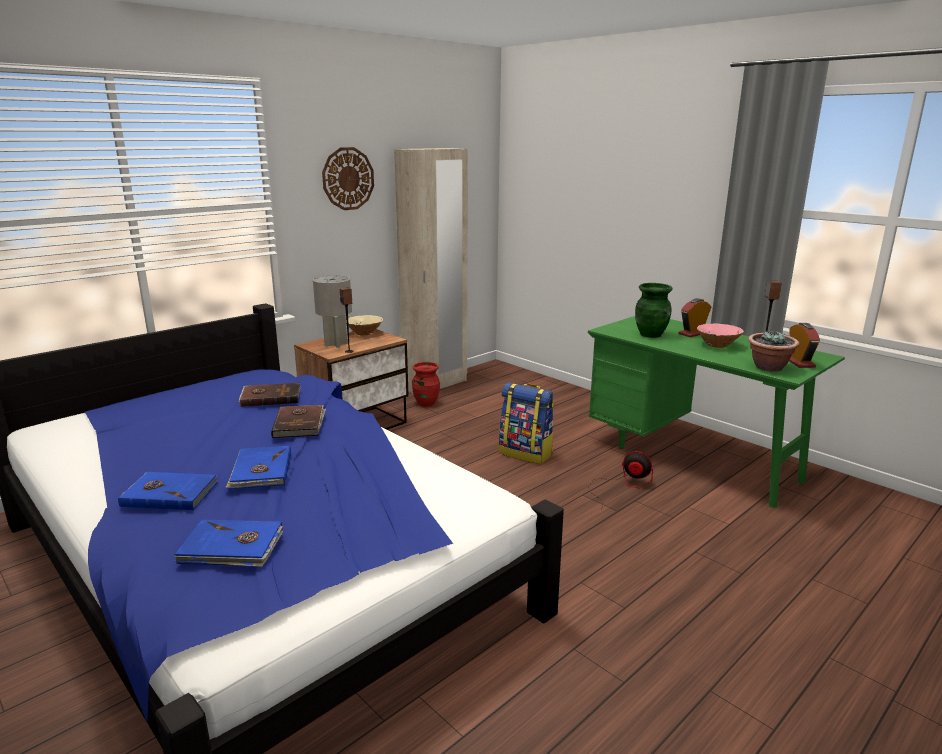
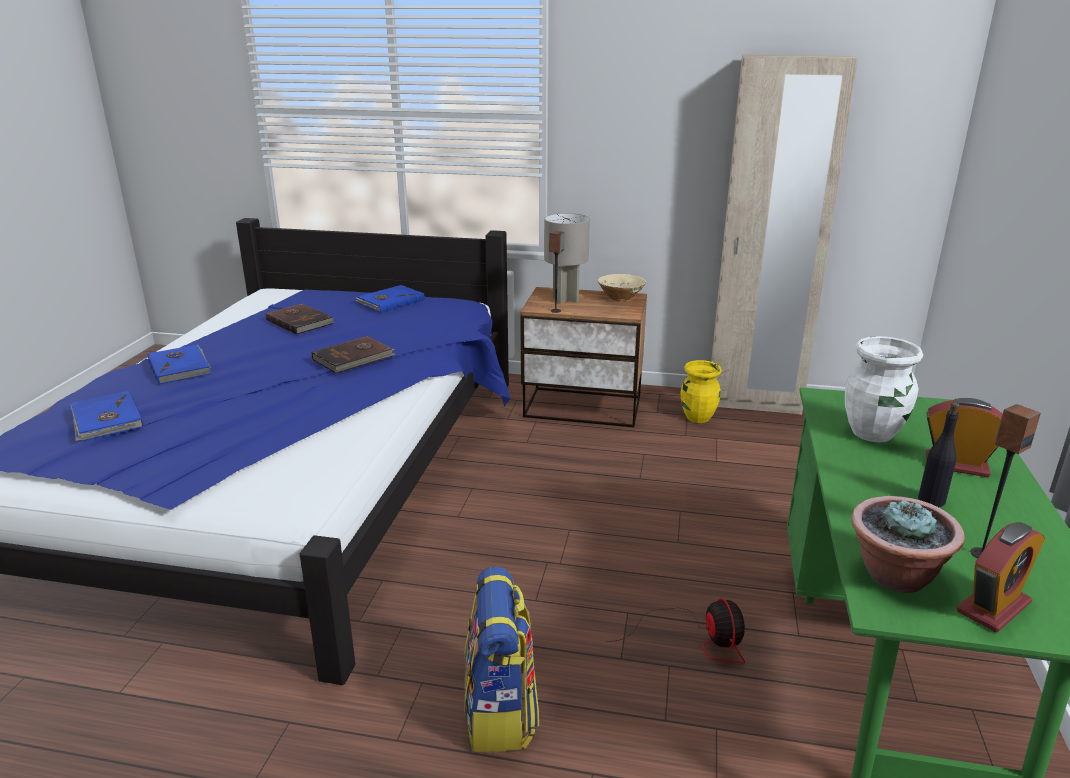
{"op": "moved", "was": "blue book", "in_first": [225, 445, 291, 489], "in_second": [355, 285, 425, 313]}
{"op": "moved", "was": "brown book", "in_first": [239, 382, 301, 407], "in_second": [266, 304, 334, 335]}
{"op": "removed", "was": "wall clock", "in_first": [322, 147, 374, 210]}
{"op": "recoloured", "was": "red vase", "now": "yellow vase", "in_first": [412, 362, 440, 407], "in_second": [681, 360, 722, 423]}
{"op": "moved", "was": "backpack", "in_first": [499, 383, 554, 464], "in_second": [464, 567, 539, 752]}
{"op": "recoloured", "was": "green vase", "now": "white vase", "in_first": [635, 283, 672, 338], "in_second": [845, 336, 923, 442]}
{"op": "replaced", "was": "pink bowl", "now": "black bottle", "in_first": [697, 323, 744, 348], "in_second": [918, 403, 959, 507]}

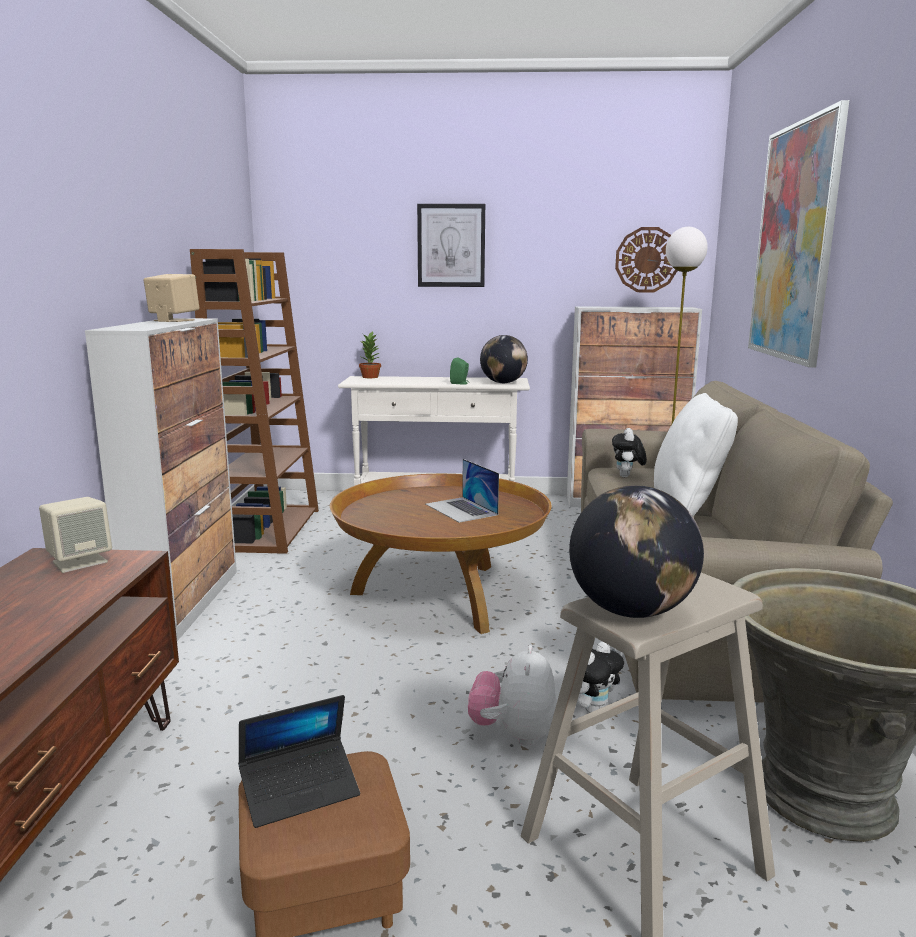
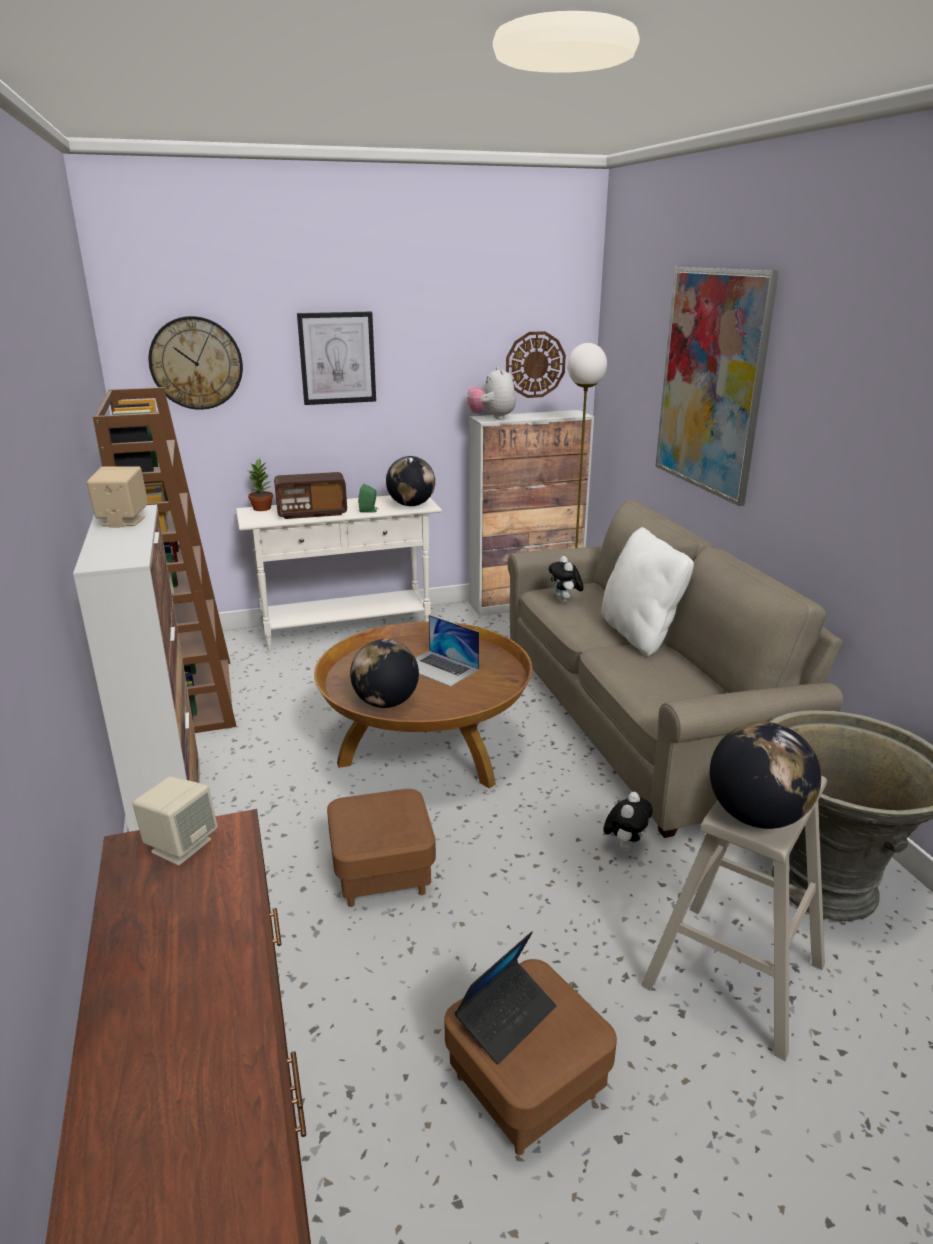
{"op": "moved", "was": "plush toy", "in_first": [468, 645, 557, 746], "in_second": [467, 367, 516, 420]}
{"op": "added", "now": "wall clock", "in_second": [149, 316, 243, 410]}
{"op": "added", "now": "radio", "in_second": [274, 472, 347, 519]}
{"op": "added", "now": "brown ottoman", "in_second": [327, 789, 436, 907]}
{"op": "added", "now": "globe", "in_second": [350, 639, 419, 708]}

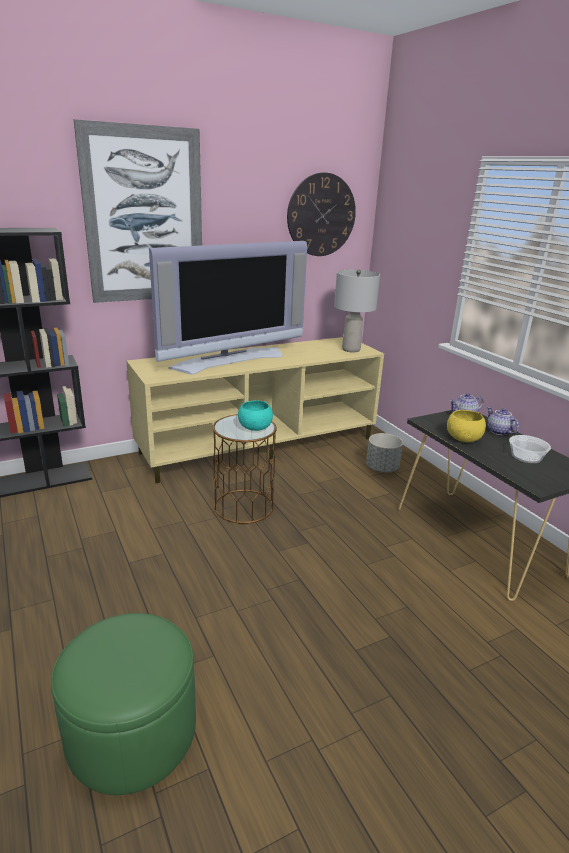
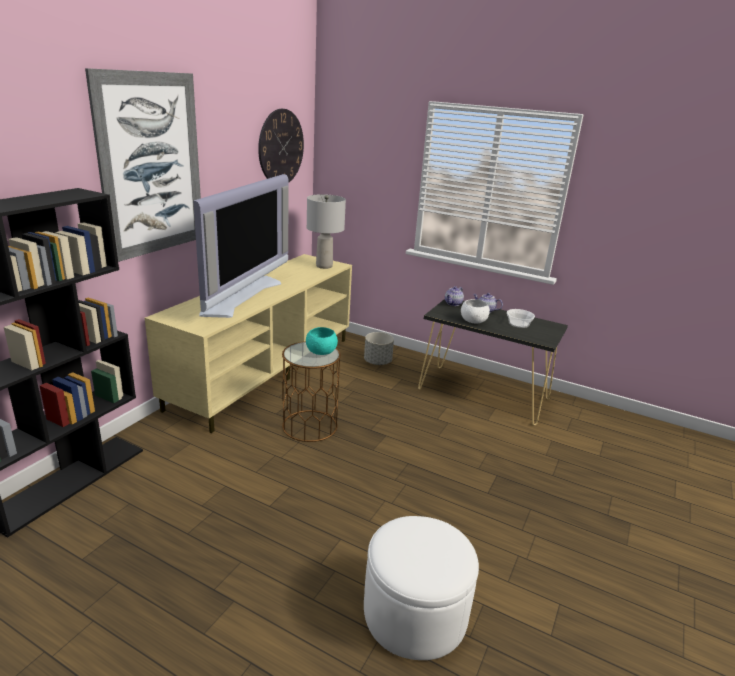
{"op": "recoloured", "was": "green ottoman", "now": "white ottoman", "in_first": [51, 613, 196, 795], "in_second": [364, 516, 479, 660]}
{"op": "recoloured", "was": "yellow bowl", "now": "white bowl", "in_first": [447, 410, 486, 442], "in_second": [461, 299, 490, 323]}

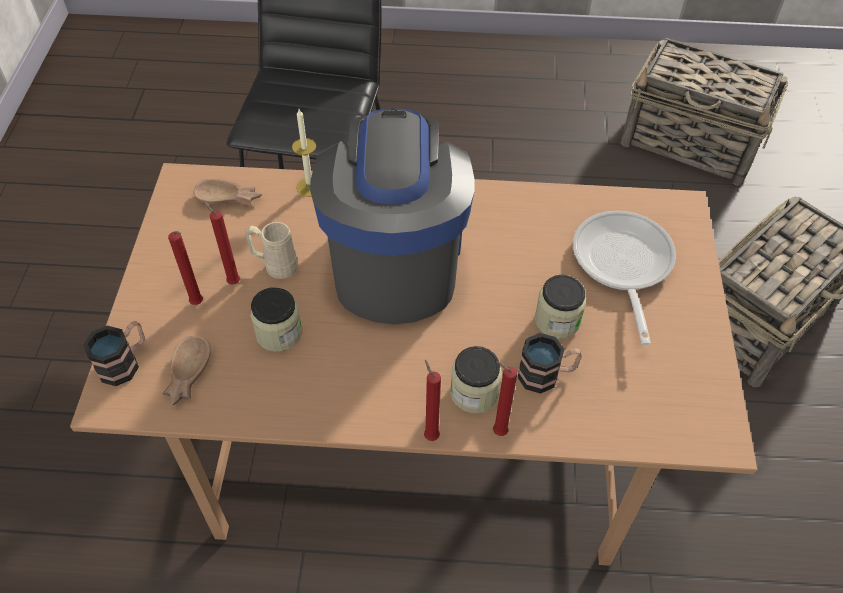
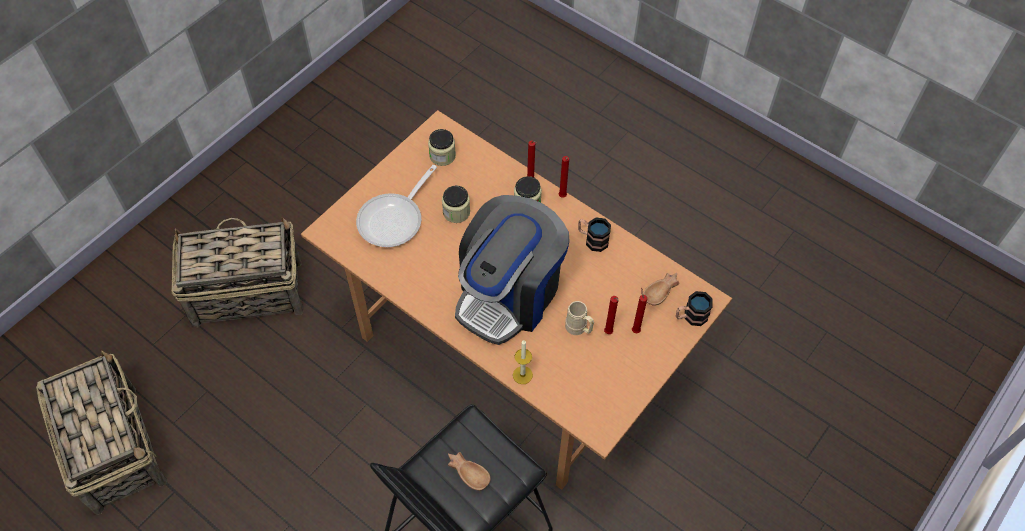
{"op": "moved", "was": "brown bowl", "in_first": [193, 179, 262, 205], "in_second": [448, 452, 491, 491]}
{"op": "moved", "was": "jar", "in_first": [250, 287, 302, 352], "in_second": [428, 129, 456, 166]}
{"op": "moved", "was": "mug", "in_first": [517, 333, 582, 393], "in_second": [578, 218, 611, 252]}

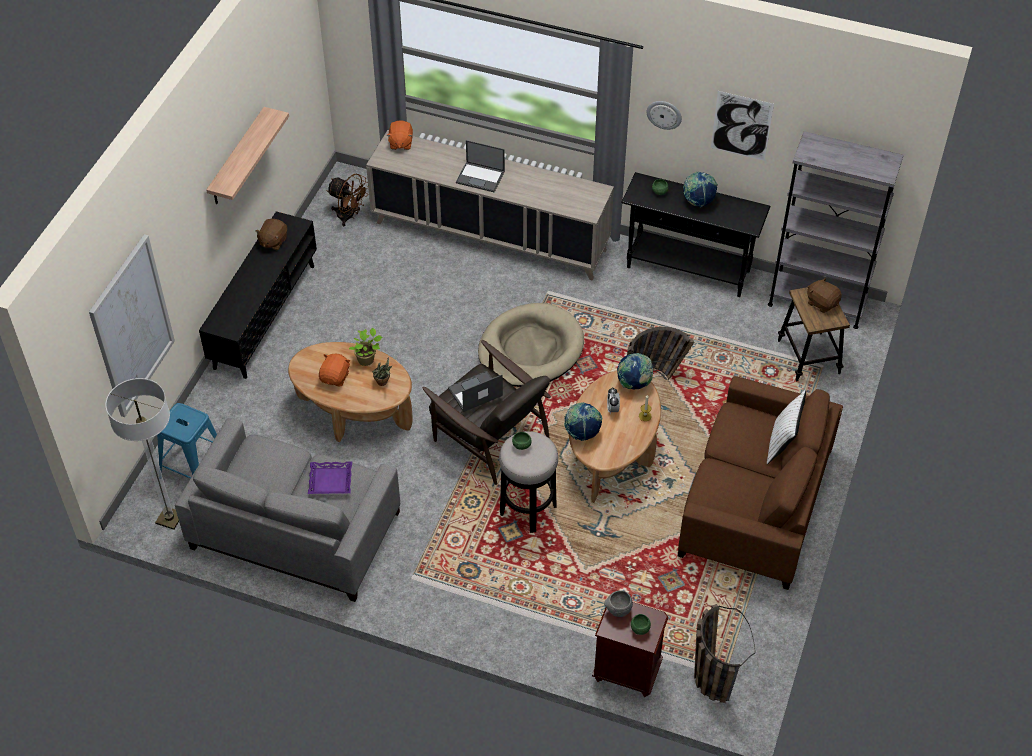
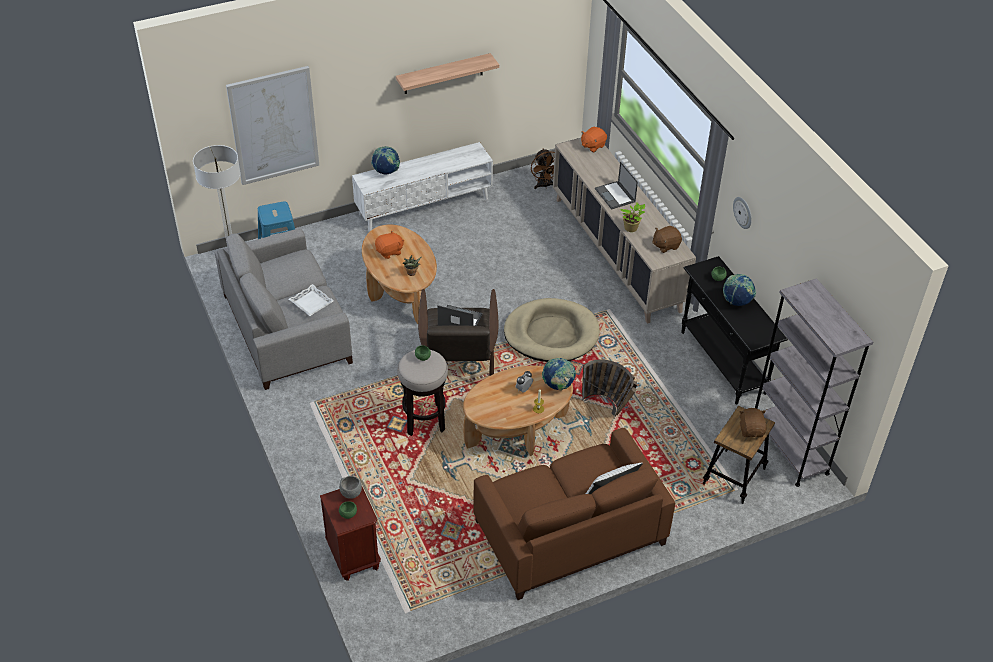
{"op": "recoloured", "was": "black tv stand", "now": "white tv stand", "in_first": [199, 211, 317, 379], "in_second": [352, 142, 493, 232]}
{"op": "moved", "was": "brown plush toy", "in_first": [255, 219, 287, 250], "in_second": [652, 226, 682, 253]}
{"op": "recoloured", "was": "purple tray", "now": "white tray", "in_first": [308, 462, 352, 494], "in_second": [289, 284, 334, 316]}
{"op": "moved", "was": "potted plant", "in_first": [349, 328, 382, 366], "in_second": [620, 202, 645, 232]}
{"op": "moved", "was": "globe", "in_first": [564, 402, 602, 441], "in_second": [371, 146, 400, 175]}
{"op": "removed", "was": "basket", "in_first": [694, 604, 755, 703]}
{"op": "removed", "was": "picture", "in_first": [711, 91, 774, 161]}

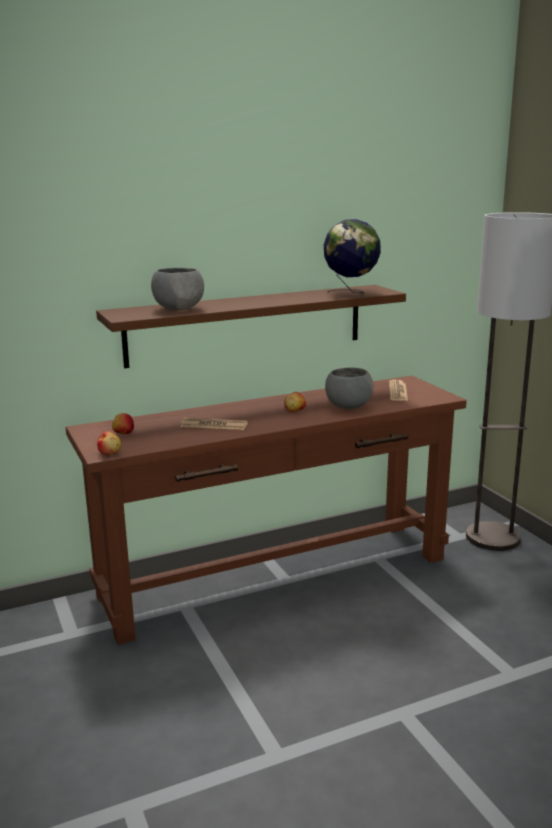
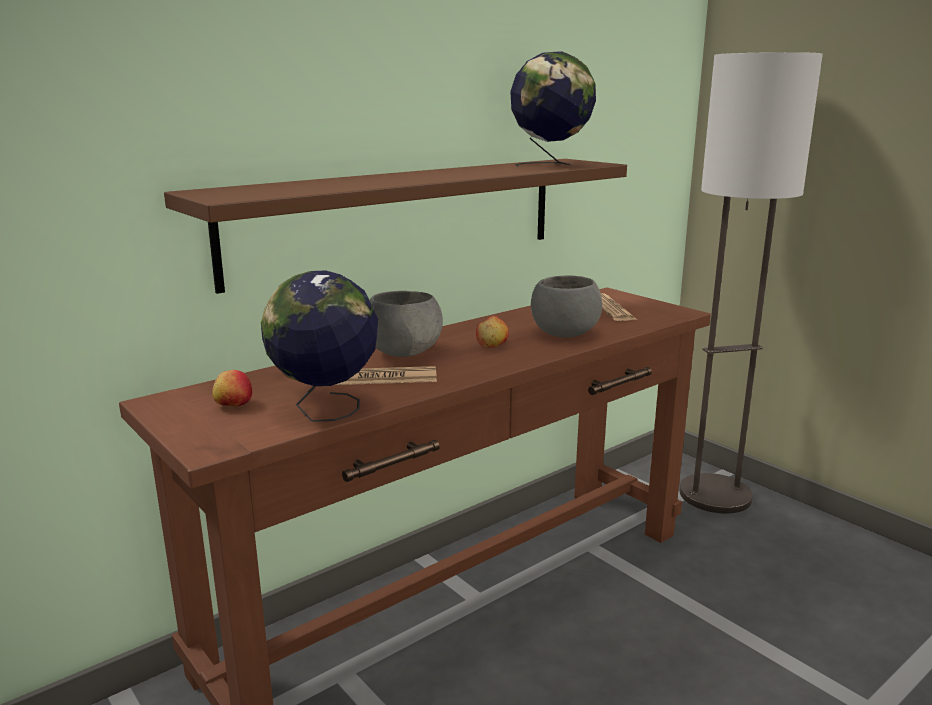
{"op": "removed", "was": "apple", "in_first": [97, 431, 121, 455]}
{"op": "moved", "was": "grey bowl", "in_first": [151, 268, 204, 310], "in_second": [370, 291, 443, 357]}
{"op": "added", "now": "globe", "in_second": [261, 270, 378, 422]}

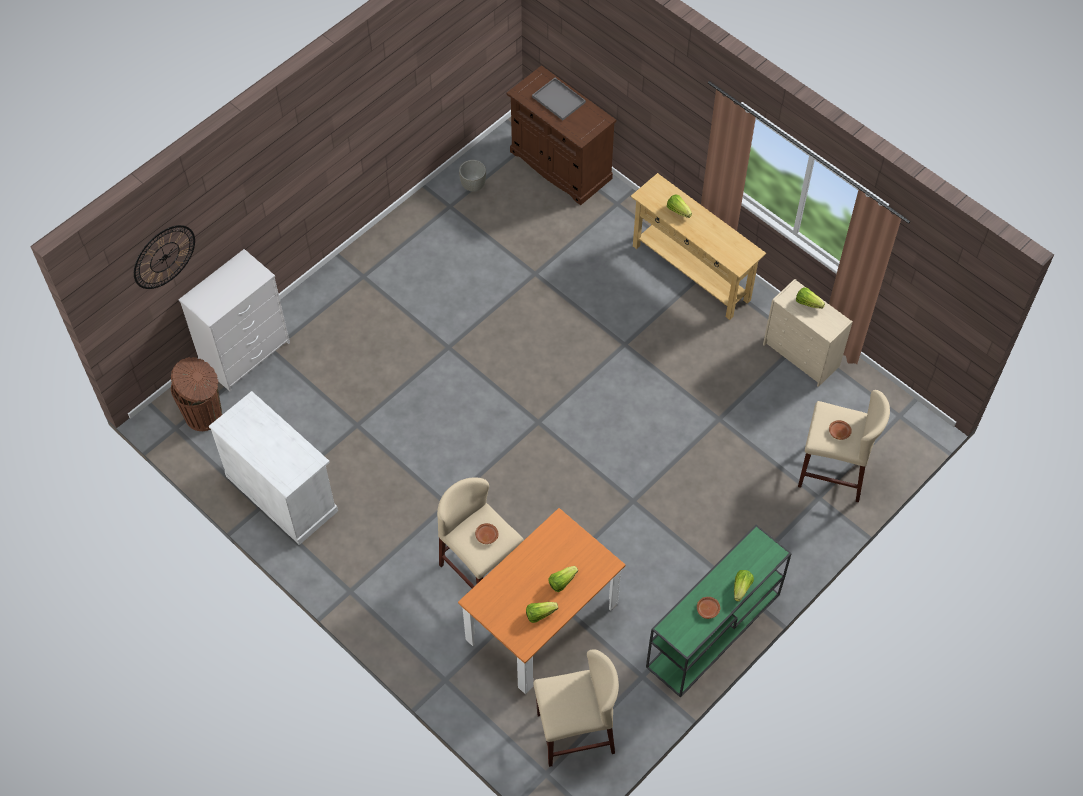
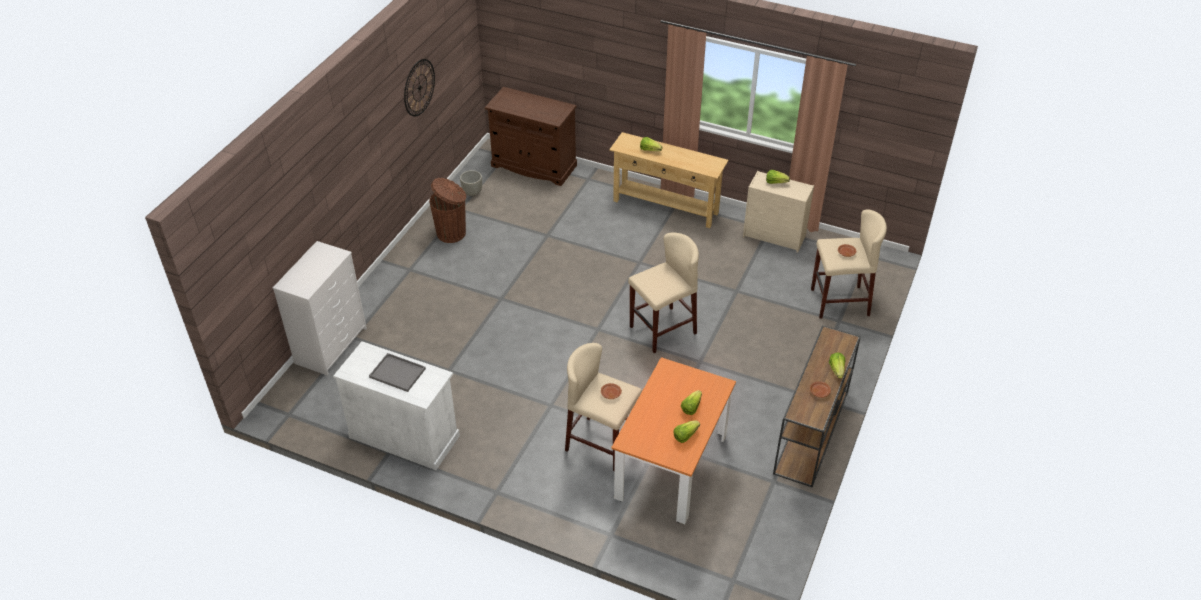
{"op": "moved", "was": "wall clock", "in_first": [134, 225, 195, 289], "in_second": [404, 59, 435, 117]}
{"op": "moved", "was": "brown trash can", "in_first": [171, 357, 222, 431], "in_second": [429, 178, 467, 243]}
{"op": "moved", "was": "grey tray", "in_first": [532, 78, 586, 120], "in_second": [369, 353, 426, 392]}
{"op": "moved", "was": "beige stool", "in_first": [533, 649, 619, 767], "in_second": [628, 232, 699, 353]}
{"op": "recoloured", "was": "green console table", "now": "brown console table", "in_first": [646, 525, 792, 698], "in_second": [773, 325, 861, 488]}

